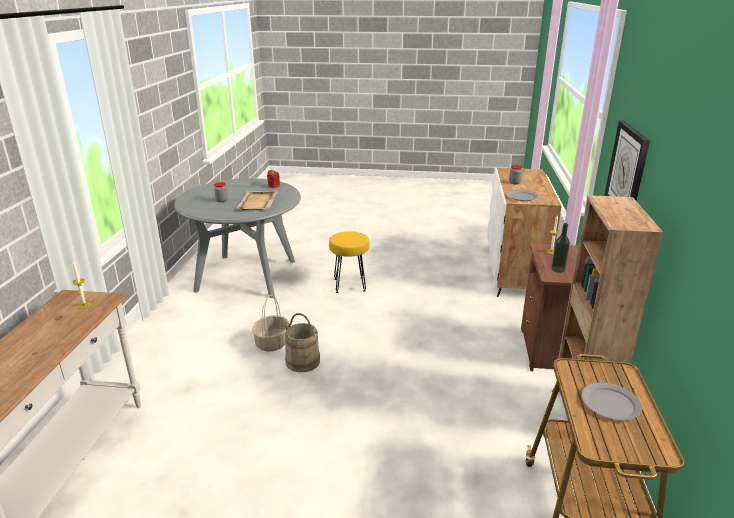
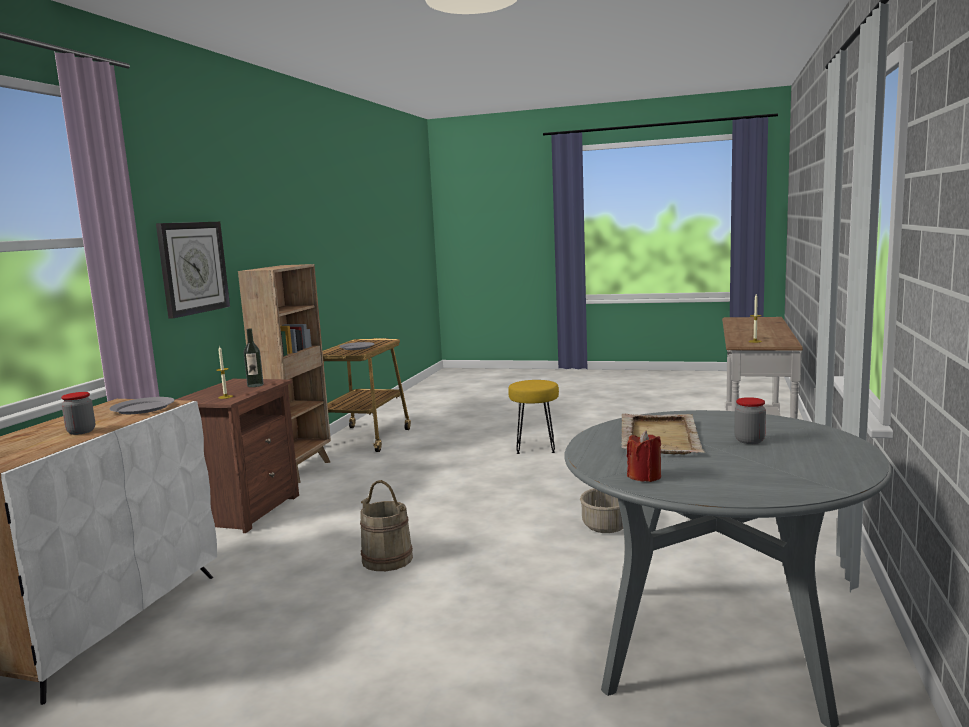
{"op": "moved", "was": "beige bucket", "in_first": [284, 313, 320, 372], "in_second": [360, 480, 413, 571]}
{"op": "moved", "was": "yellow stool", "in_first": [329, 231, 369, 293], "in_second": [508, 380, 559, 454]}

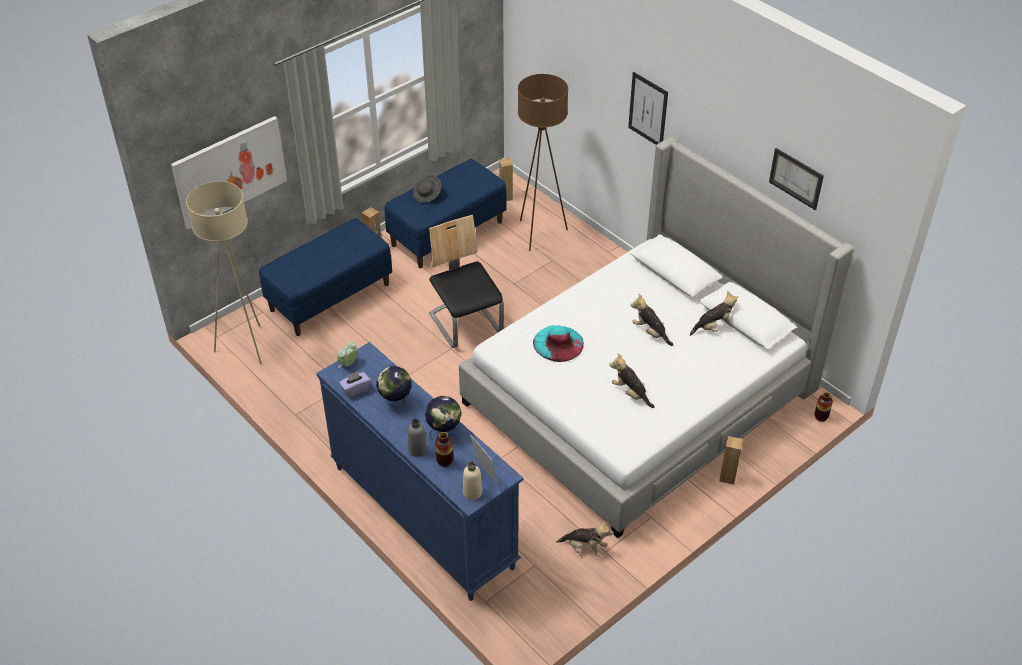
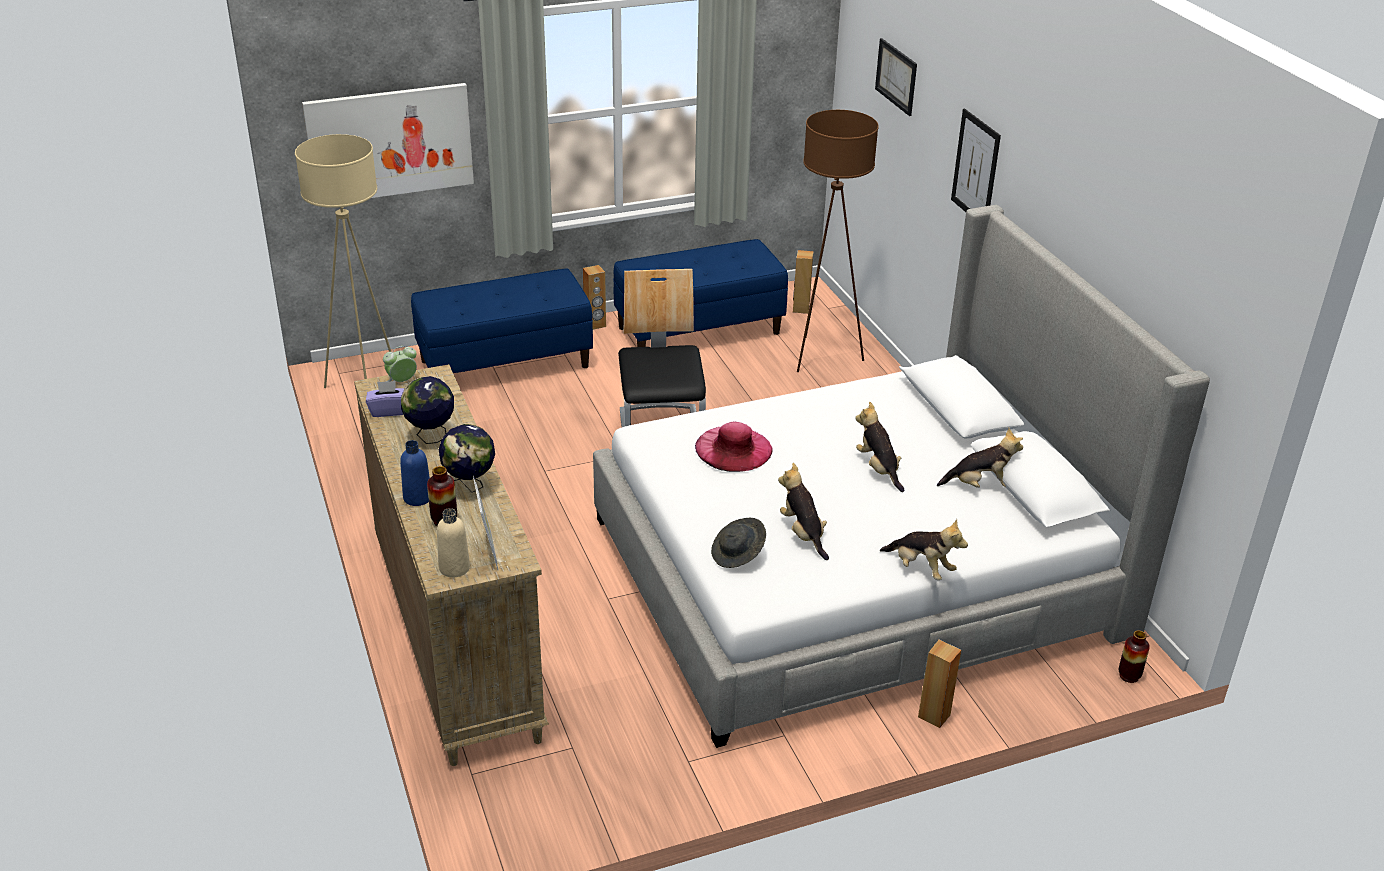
{"op": "recoloured", "was": "blue dresser", "now": "beige dresser", "in_first": [317, 342, 523, 601], "in_second": [354, 364, 549, 766]}
{"op": "recoloured", "was": "grey bottle", "now": "blue bottle", "in_first": [408, 419, 427, 457], "in_second": [400, 440, 430, 506]}
{"op": "moved", "was": "grey hat", "in_first": [413, 175, 441, 203], "in_second": [711, 518, 766, 568]}
{"op": "recoloured", "was": "turquoise hat", "now": "pink hat", "in_first": [533, 325, 584, 362], "in_second": [695, 422, 773, 472]}
{"op": "moved", "was": "plush toy", "in_first": [556, 520, 614, 557], "in_second": [879, 519, 968, 580]}
{"op": "moved", "was": "picture", "in_first": [769, 148, 824, 210], "in_second": [875, 38, 917, 116]}

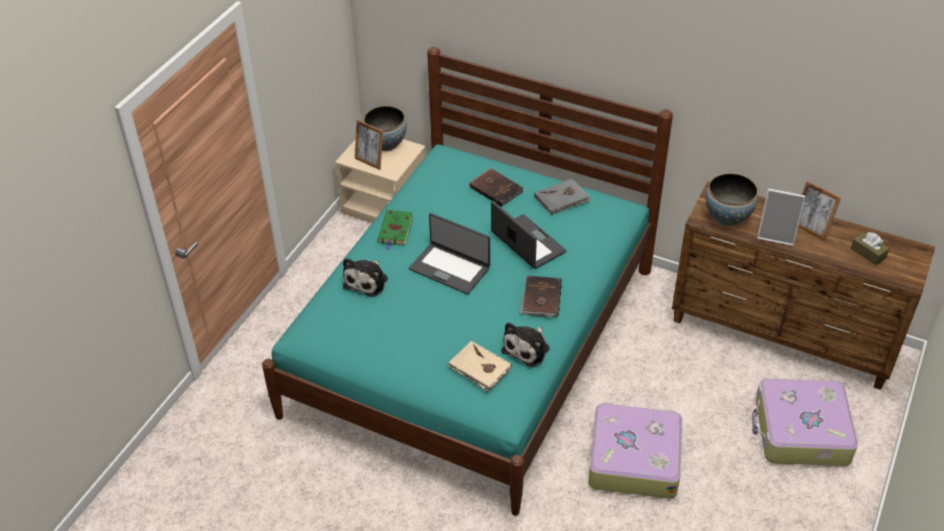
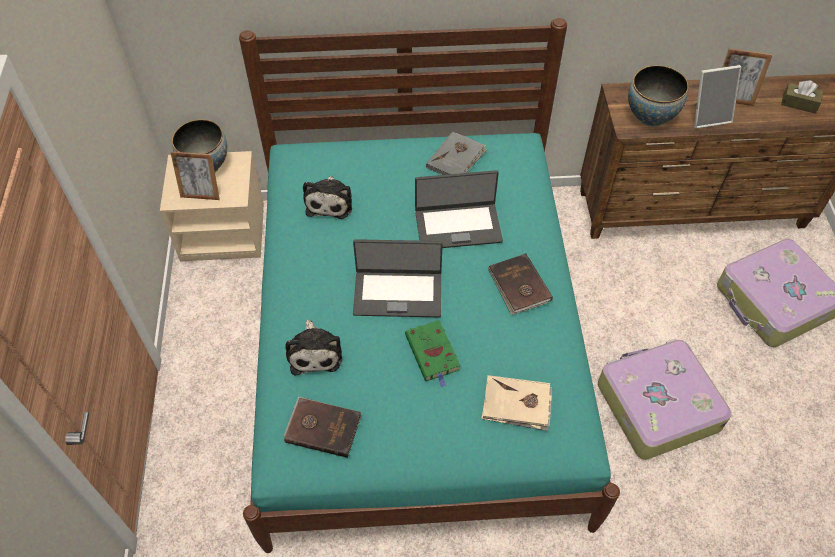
{"op": "moved", "was": "green book", "in_first": [378, 210, 413, 251], "in_second": [405, 320, 460, 387]}
{"op": "moved", "was": "brown book", "in_first": [469, 168, 524, 207], "in_second": [284, 397, 362, 458]}
{"op": "turned", "was": "laptop", "in_first": [491, 201, 566, 269], "in_second": [415, 170, 503, 248], "clockwise": 150}
{"op": "moved", "was": "plush toy", "in_first": [501, 322, 550, 367], "in_second": [303, 176, 352, 219]}

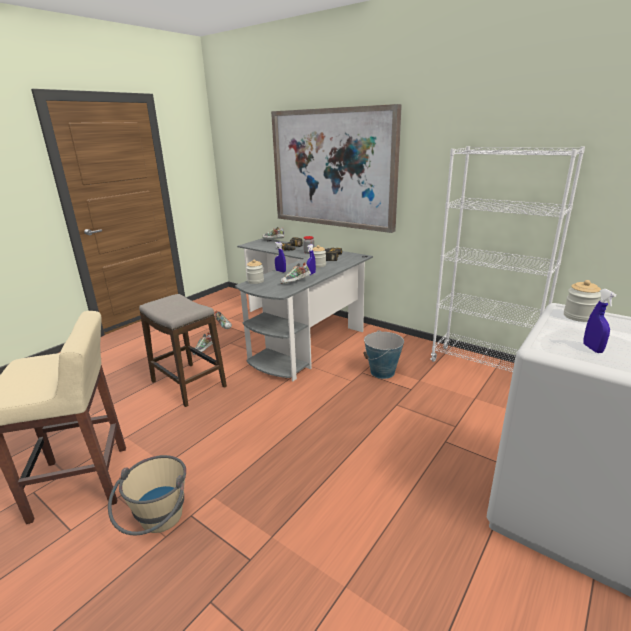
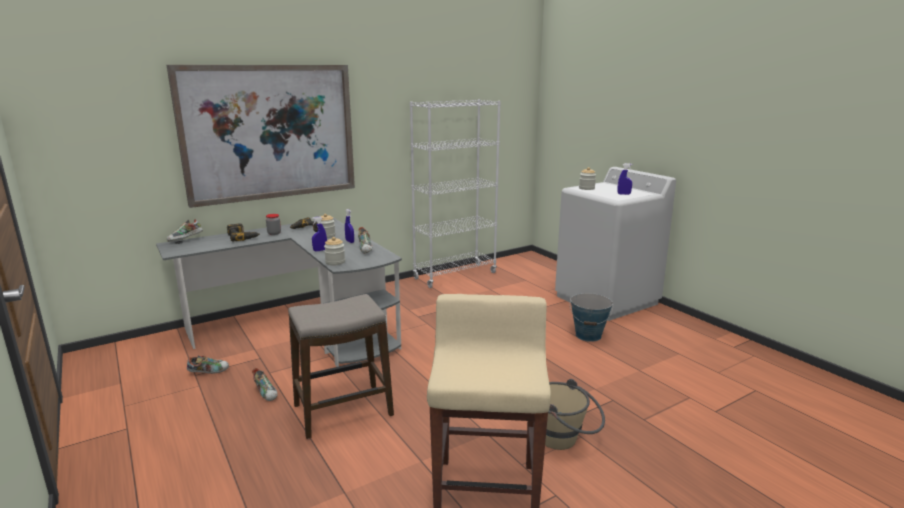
{"op": "moved", "was": "bucket", "in_first": [363, 330, 404, 379], "in_second": [570, 293, 613, 342]}

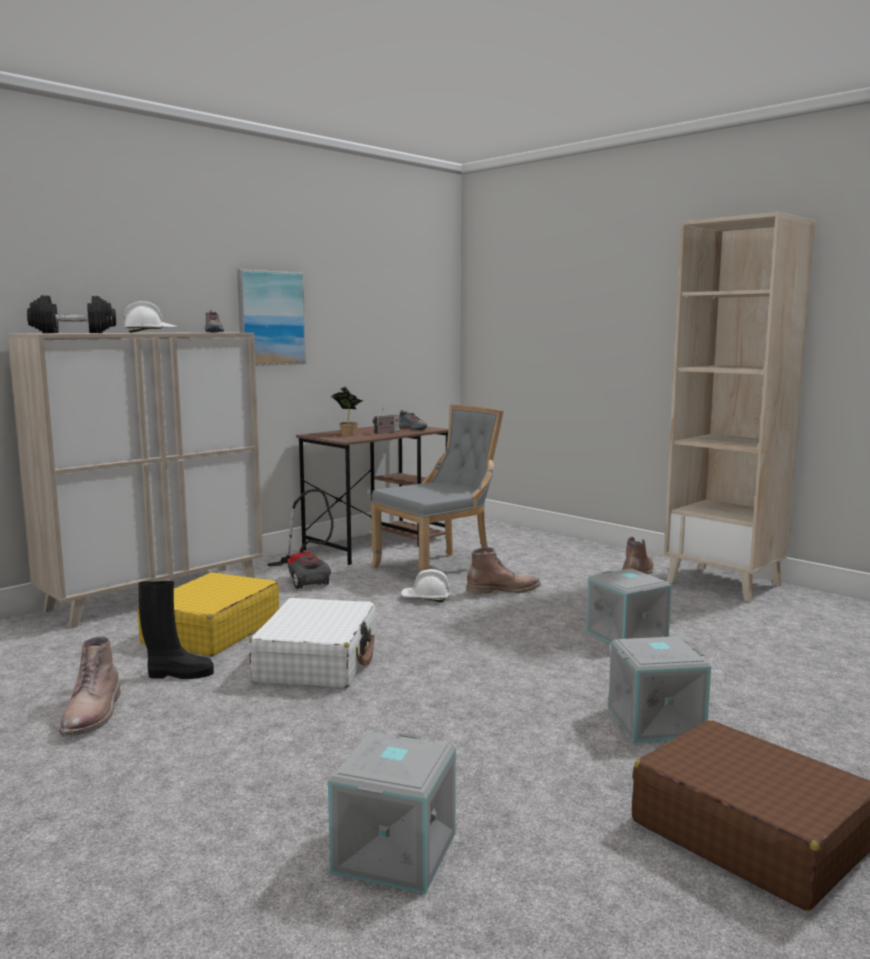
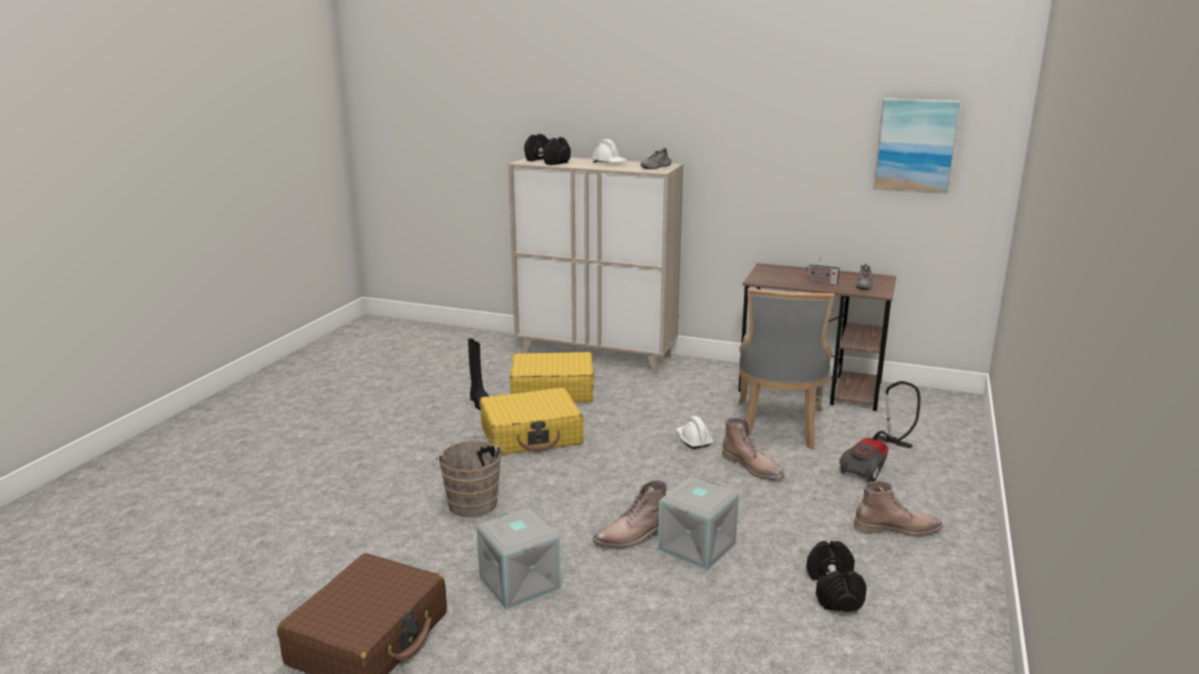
{"op": "moved", "was": "brown boot", "in_first": [59, 636, 121, 736], "in_second": [593, 480, 667, 549]}
{"op": "moved", "was": "picture", "in_first": [237, 269, 306, 366], "in_second": [873, 98, 962, 194]}
{"op": "recoloured", "was": "white suitcase", "now": "yellow suitcase", "in_first": [249, 598, 376, 688], "in_second": [479, 388, 584, 455]}
{"op": "moved", "was": "vacuum cleaner", "in_first": [267, 489, 334, 589], "in_second": [839, 381, 921, 482]}
{"op": "removed", "was": "grey storage box", "in_first": [328, 732, 456, 894]}
{"op": "removed", "was": "potted plant", "in_first": [331, 387, 363, 436]}
{"op": "turned", "was": "grey chair", "in_first": [371, 405, 503, 572], "in_second": [738, 288, 834, 449], "clockwise": 75}
{"op": "removed", "was": "beige bookcase", "in_first": [664, 212, 815, 602]}
{"op": "added", "now": "brown bucket", "in_second": [436, 436, 504, 517]}
{"op": "added", "now": "black dumbbell", "in_second": [806, 541, 867, 612]}

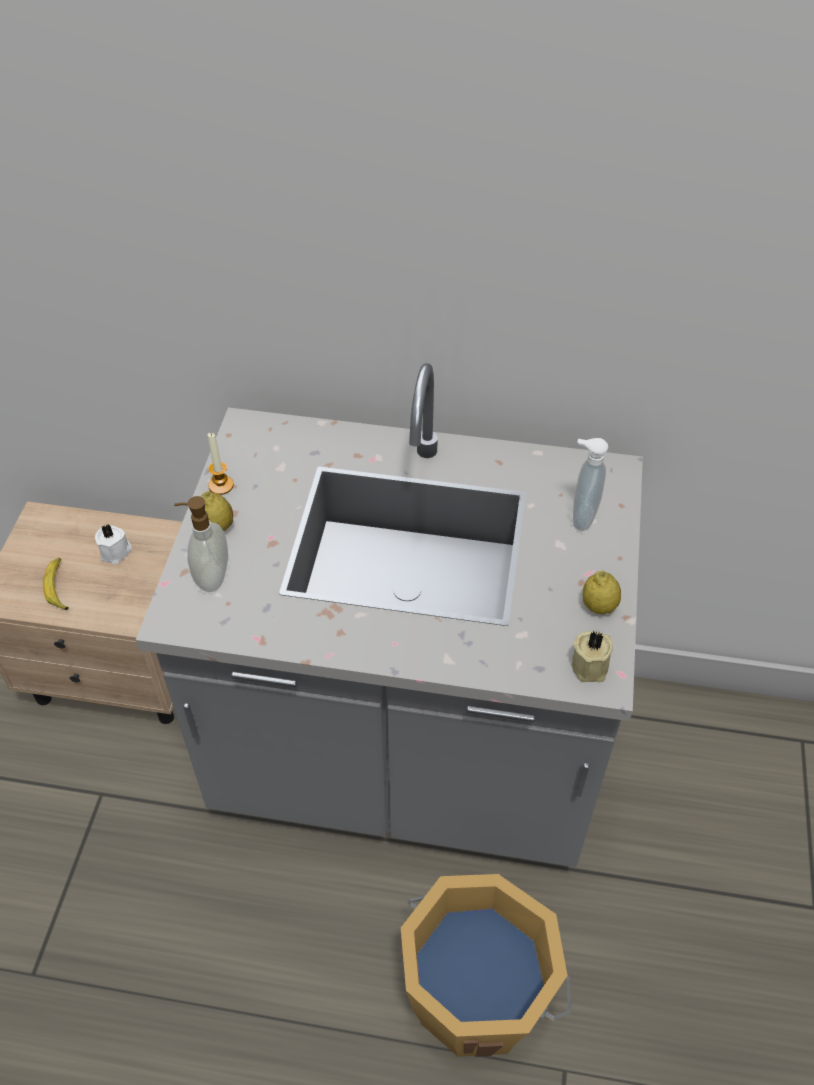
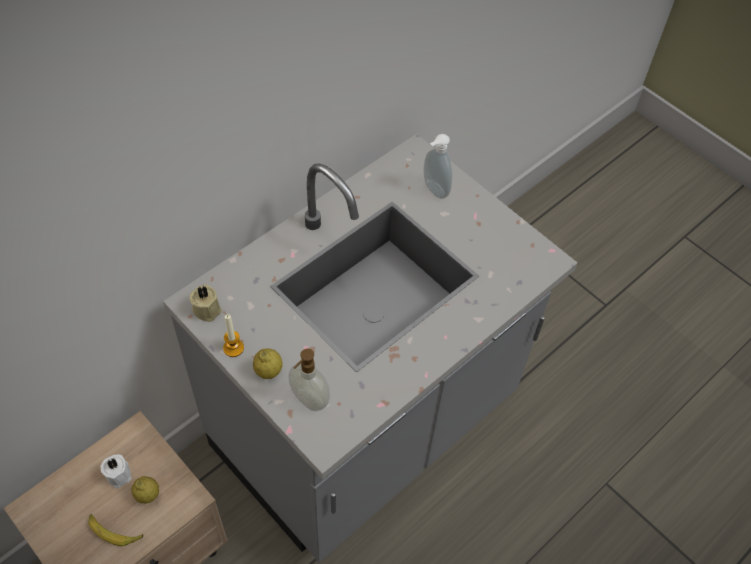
{"op": "removed", "was": "orange bucket", "in_first": [401, 874, 571, 1057]}
{"op": "moved", "was": "beige candle", "in_first": [572, 631, 613, 683], "in_second": [189, 285, 222, 322]}
{"op": "moved", "was": "lemon", "in_first": [583, 570, 621, 614], "in_second": [131, 476, 159, 503]}

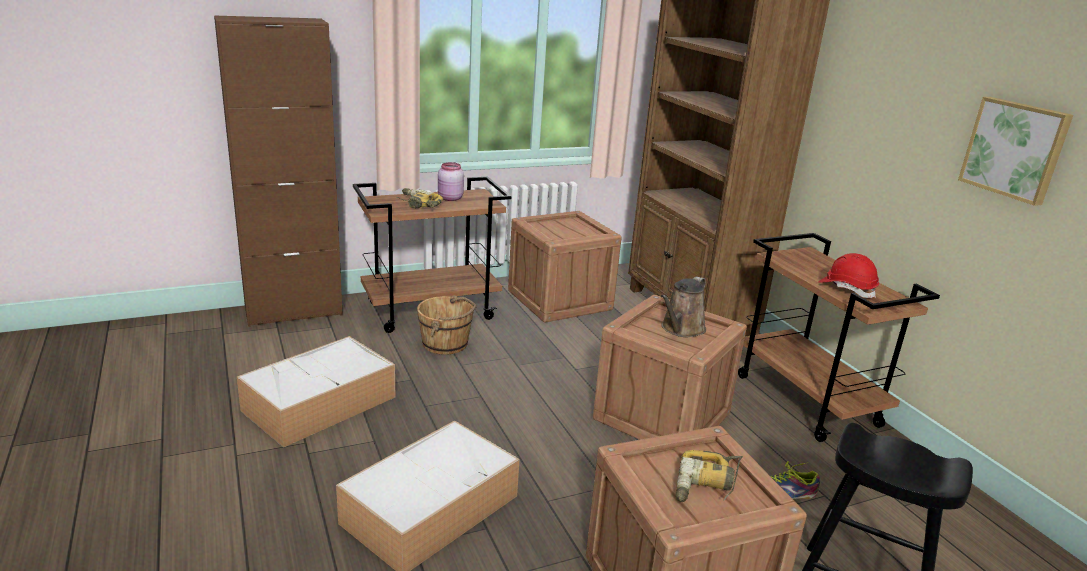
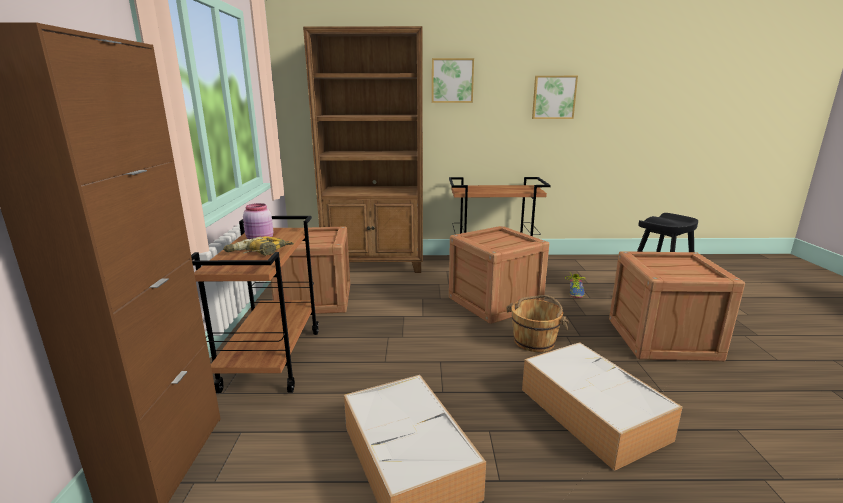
{"op": "moved", "was": "brown bucket", "in_first": [417, 295, 477, 355], "in_second": [506, 295, 569, 352]}
{"op": "removed", "was": "brown watering can", "in_first": [661, 276, 706, 337]}
{"op": "removed", "was": "power drill", "in_first": [675, 450, 743, 502]}
{"op": "removed", "was": "red hard hat", "in_first": [819, 253, 879, 298]}
{"op": "added", "now": "picture", "in_second": [432, 58, 474, 103]}

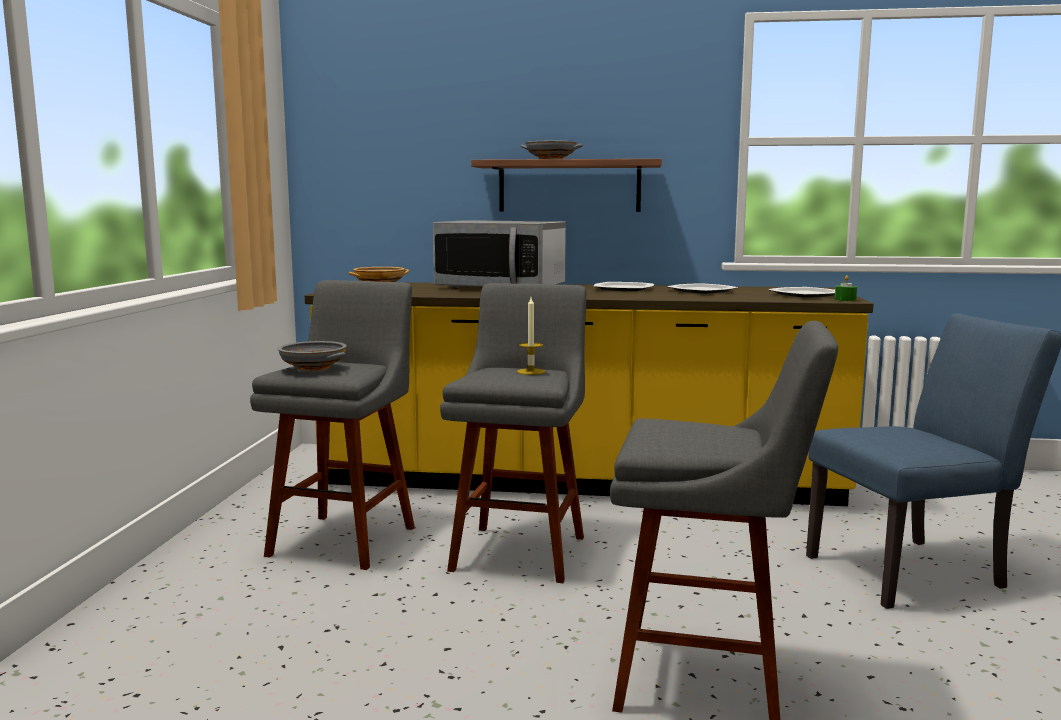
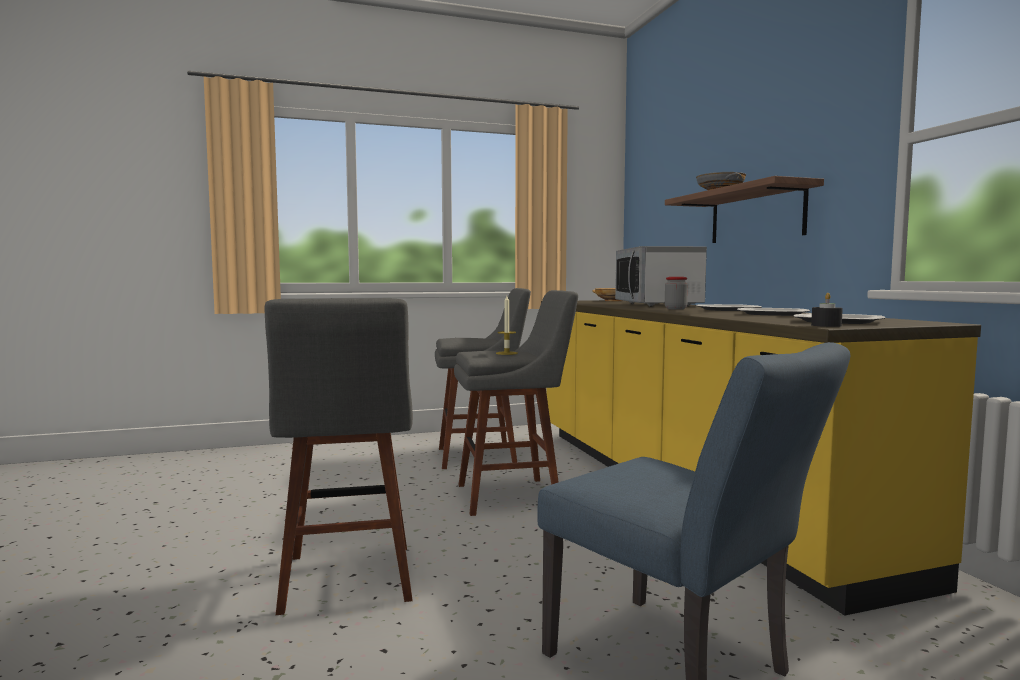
{"op": "removed", "was": "grey bowl", "in_first": [278, 341, 347, 371]}
{"op": "recoloured", "was": "green candle", "now": "black candle", "in_first": [834, 275, 857, 301], "in_second": [811, 293, 843, 327]}
{"op": "added", "now": "jar", "in_second": [665, 277, 688, 309]}

